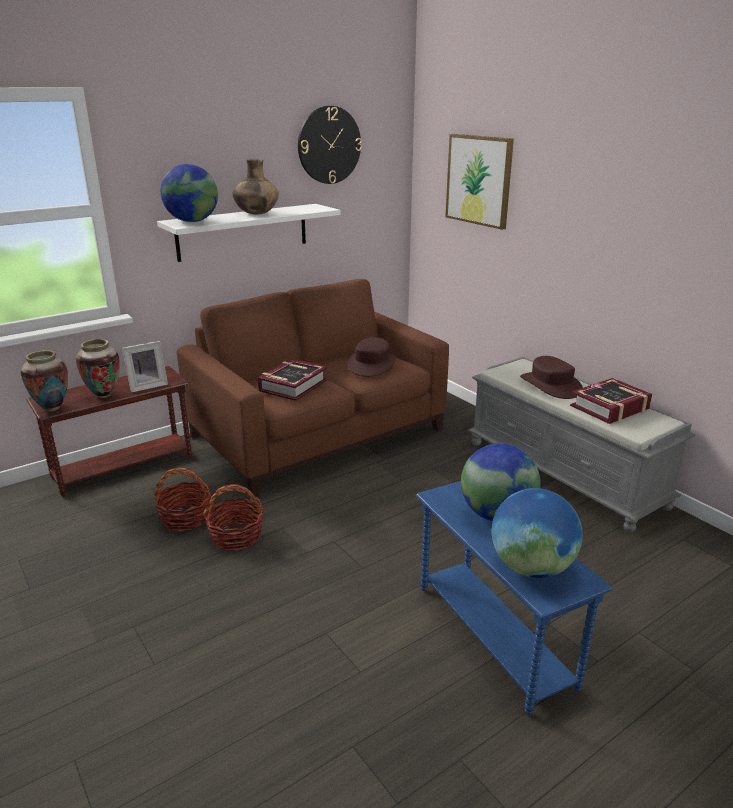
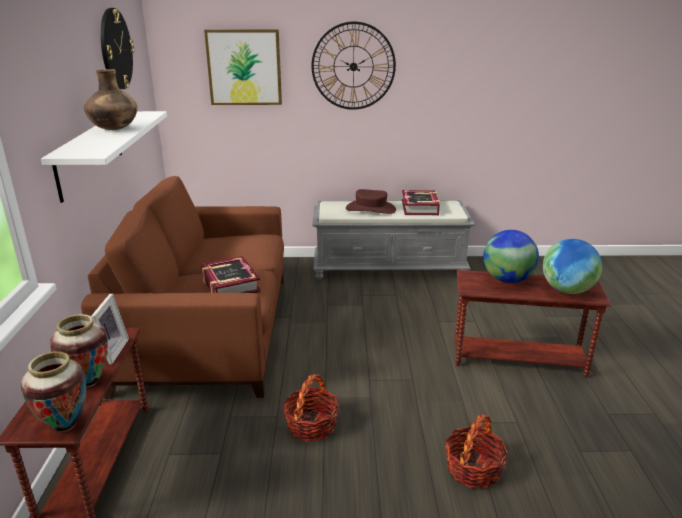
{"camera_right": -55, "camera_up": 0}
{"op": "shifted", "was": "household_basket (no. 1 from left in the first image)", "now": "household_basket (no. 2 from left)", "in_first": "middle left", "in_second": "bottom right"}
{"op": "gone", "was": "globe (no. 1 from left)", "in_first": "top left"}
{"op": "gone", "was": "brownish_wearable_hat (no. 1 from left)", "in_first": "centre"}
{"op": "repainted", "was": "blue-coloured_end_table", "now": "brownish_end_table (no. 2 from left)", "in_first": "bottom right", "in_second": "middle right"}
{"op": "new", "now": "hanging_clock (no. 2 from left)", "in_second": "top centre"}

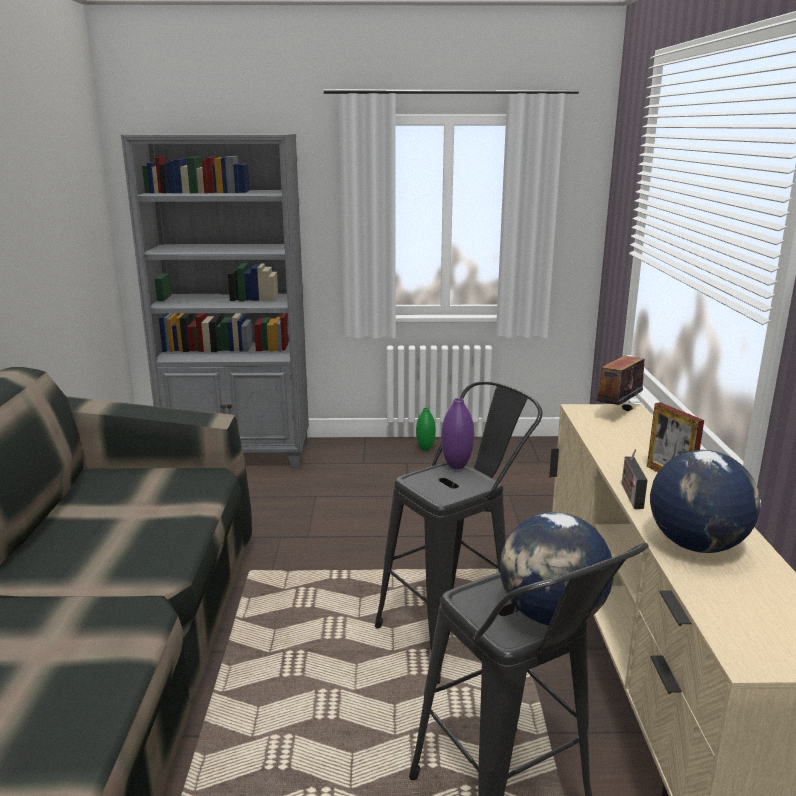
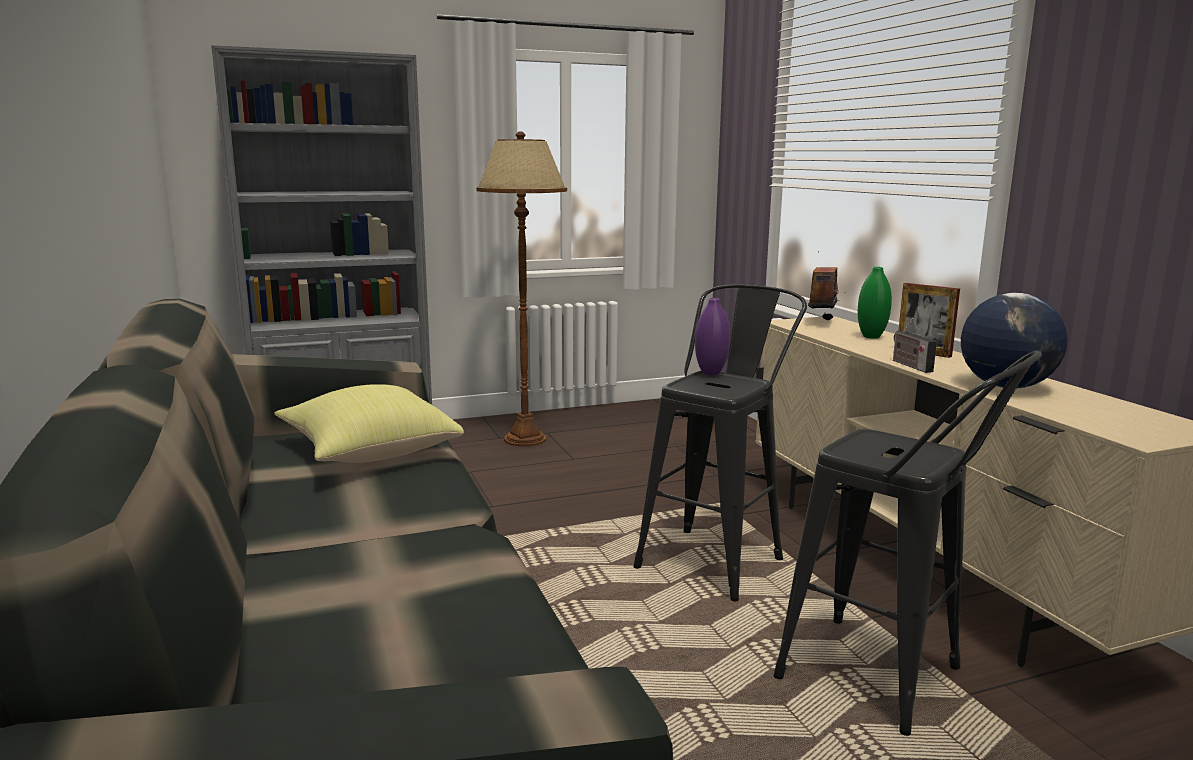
{"camera_right": -20, "camera_up": -5}
{"op": "shifted", "was": "green-coloured_flower_vase", "in_first": "centre", "in_second": "middle right"}
{"op": "gone", "was": "globe (no. 1 from left)", "in_first": "bottom right"}
{"op": "new", "now": "yellow-coloured_pillow", "in_second": "middle left"}
{"op": "new", "now": "brownish_floor_lamp", "in_second": "centre"}

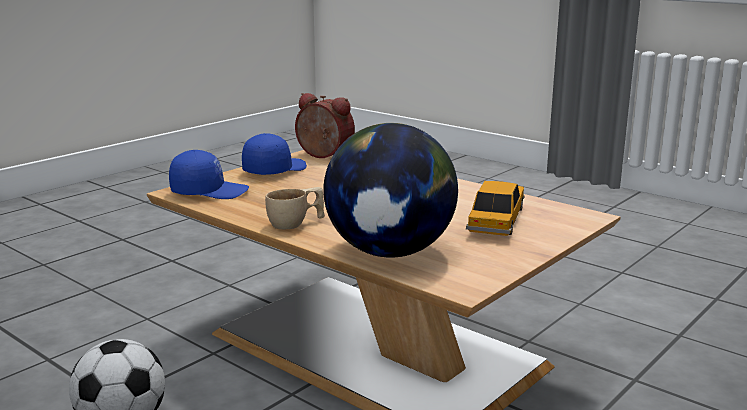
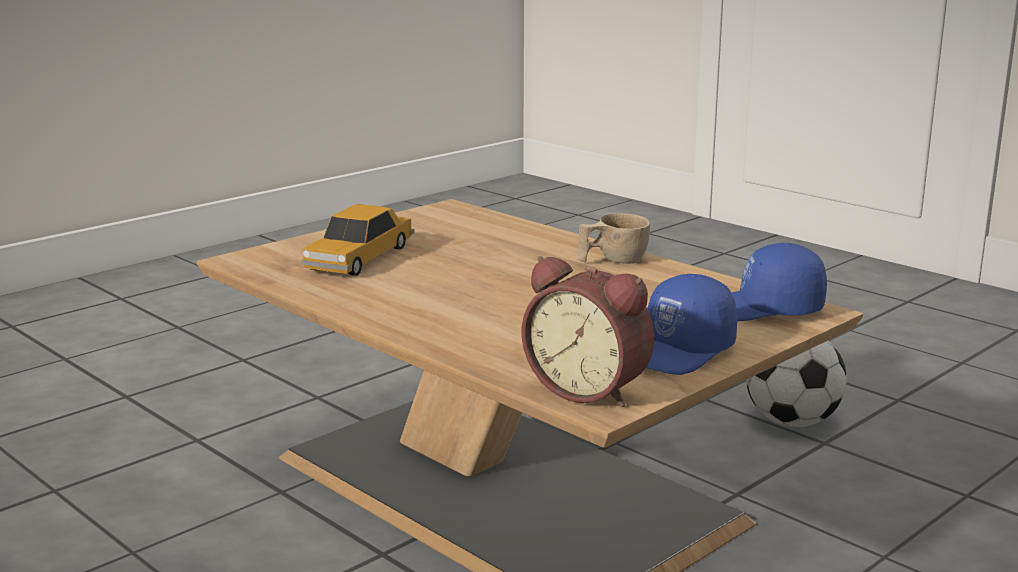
{"camera_right": -175, "camera_up": 0}
{"op": "gone", "was": "globe", "in_first": "centre"}

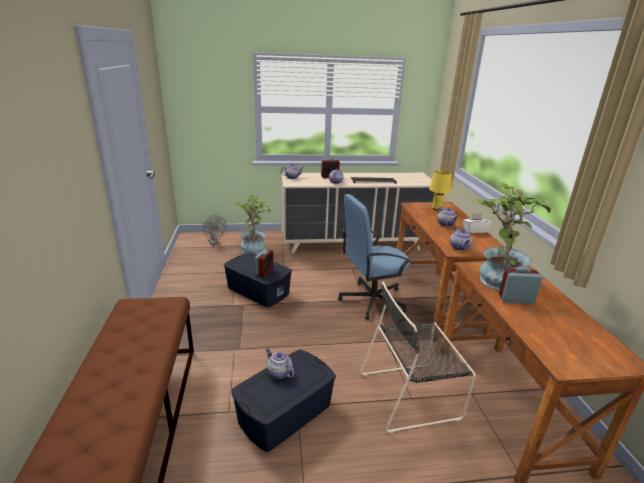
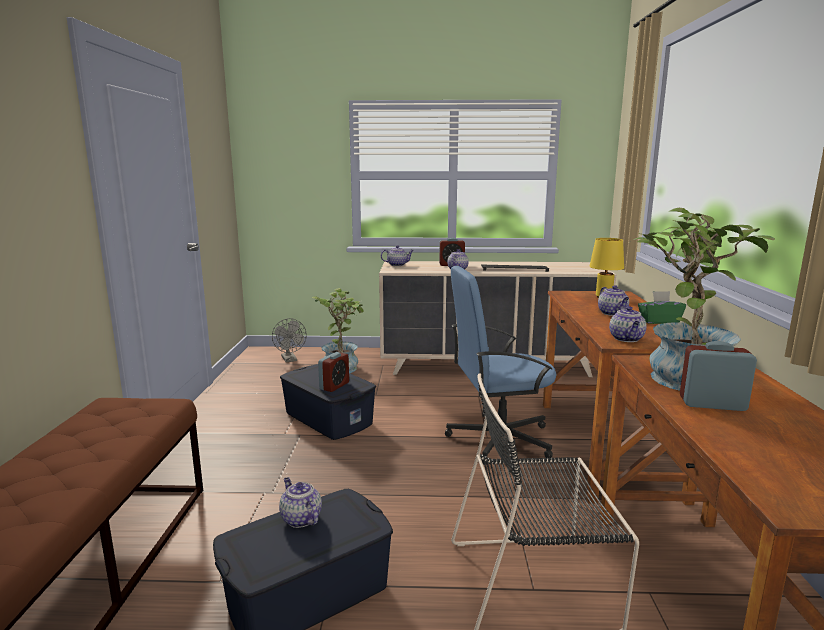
{"camera_right": 10, "camera_up": -10}
{"op": "repainted", "was": "whitish_tissue_box", "now": "green-coloured_tissue_box", "in_first": "middle right", "in_second": "middle right"}

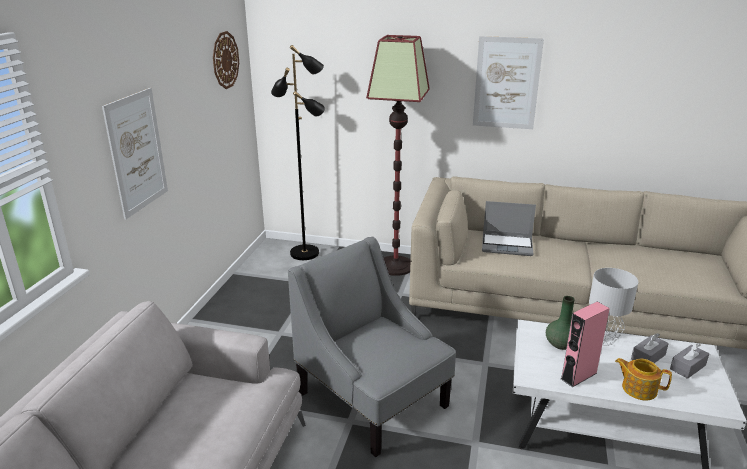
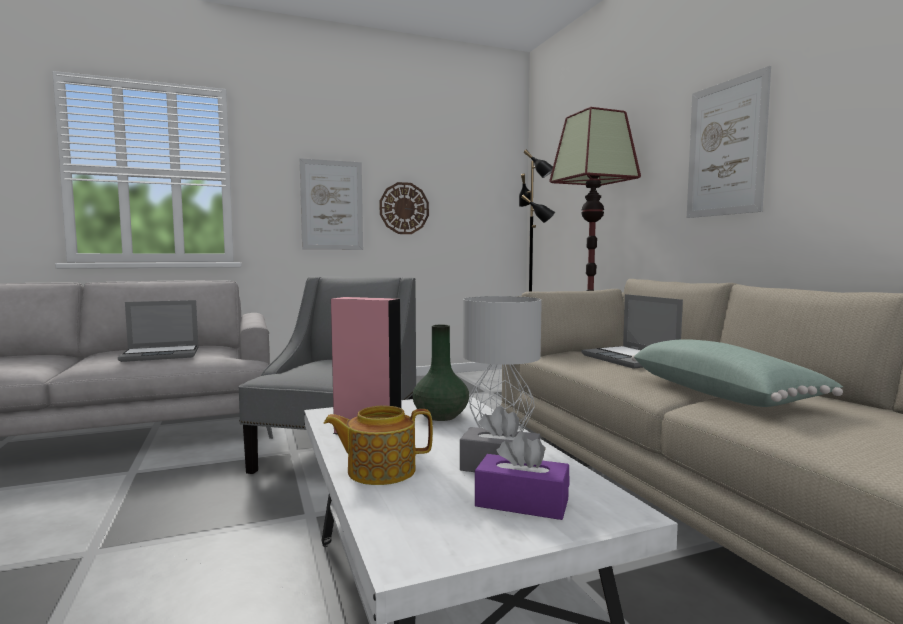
{"camera_right": 55, "camera_up": -20}
{"op": "shifted", "was": "hanging_clock", "in_first": "top left", "in_second": "centre"}
{"op": "rotated", "was": "pot_for_tea", "in_first": "bottom right", "in_second": "bottom centre", "clockwise": -90}
{"op": "repainted", "was": "gray_tissue_box (no. 2 from left)", "now": "purplish_tissue_box", "in_first": "bottom right", "in_second": "bottom centre"}
{"op": "new", "now": "notebook_computer (no. 1 from left)", "in_second": "middle left"}
{"op": "new", "now": "green-coloured_pillow", "in_second": "middle right"}

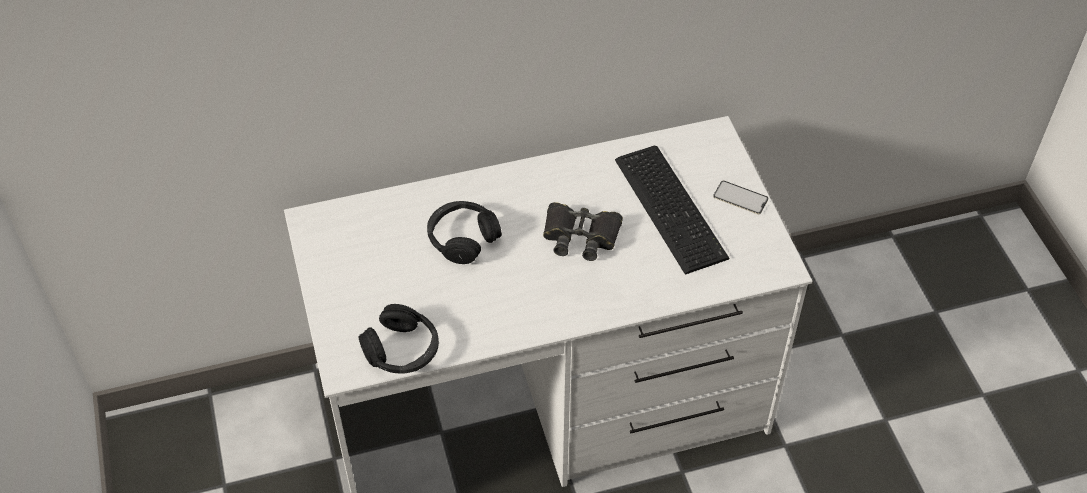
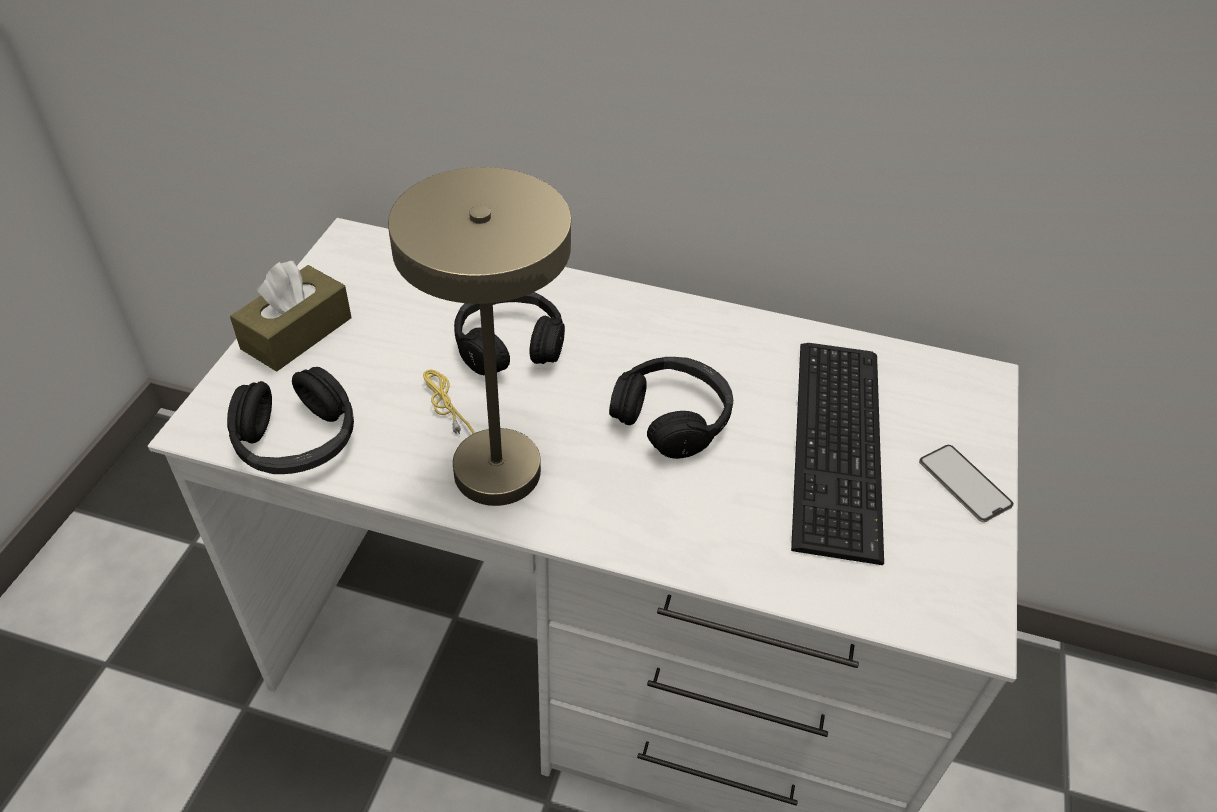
{"camera_right": 30, "camera_up": -5}
{"op": "swapped", "was": "black_field_glasses", "now": "black_headset (no. 3 from left)", "in_first": "centre", "in_second": "centre"}
{"op": "new", "now": "brownish_tissue_box", "in_second": "middle left"}
{"op": "new", "now": "beige-coloured_lamp_for_a_table", "in_second": "centre"}

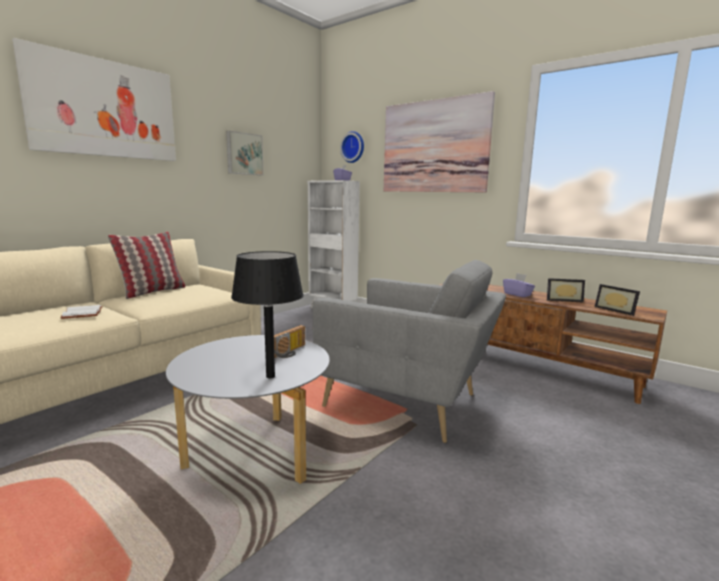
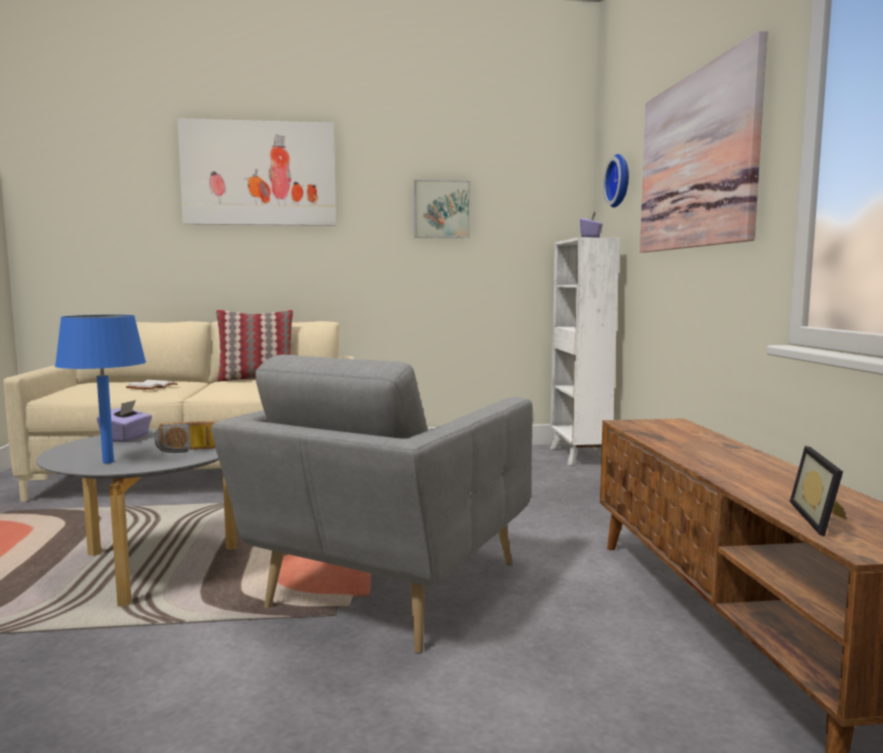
{"camera_right": 45, "camera_up": -5}
{"op": "repainted", "was": "black_lamp_for_a_table", "now": "blue-coloured_lamp_for_a_table", "in_first": "centre", "in_second": "middle left"}
{"op": "rotated", "was": "gray_easy_chair", "in_first": "centre", "in_second": "bottom centre", "clockwise": 45}
{"op": "shifted", "was": "purplish_tissue_box (no. 2 from left in the first image)", "now": "purplish_tissue_box (no. 1 from left)", "in_first": "middle right", "in_second": "middle left"}
{"op": "gone", "was": "standing_frame (no. 1 from left)", "in_first": "middle right"}

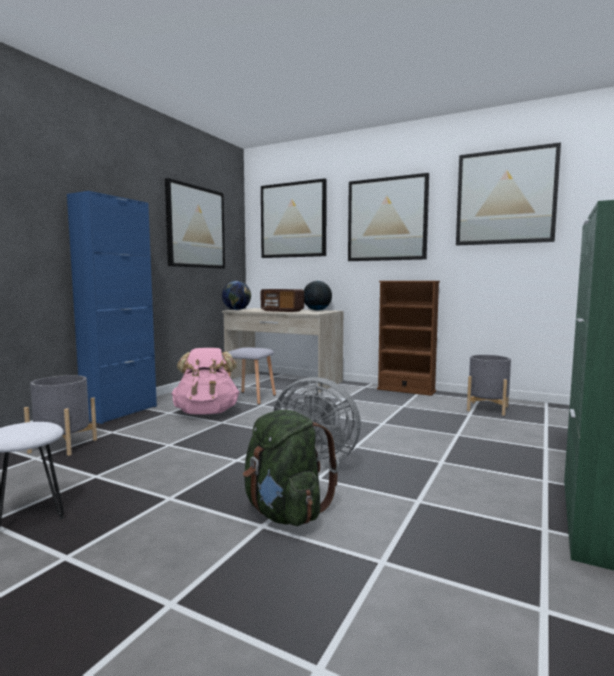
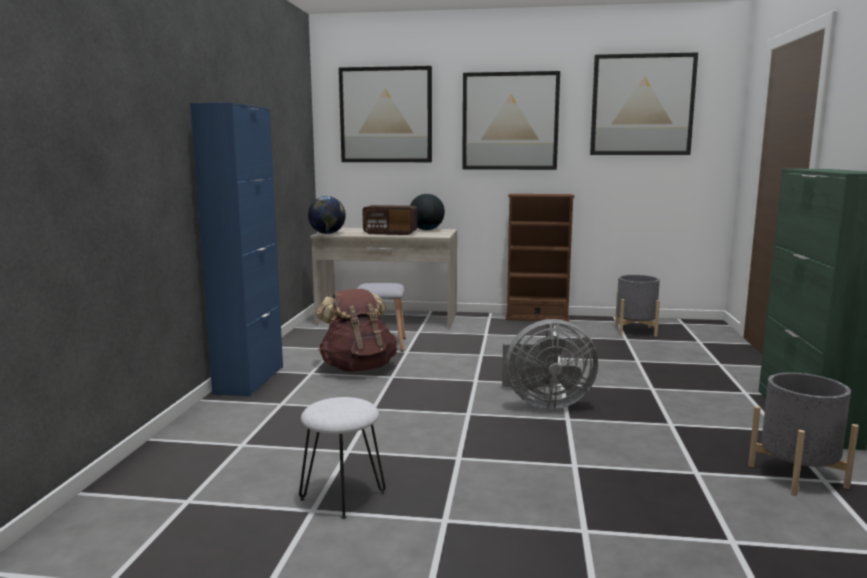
{"camera_right": -20, "camera_up": 5}
{"op": "shifted", "was": "gray_flower_pot (no. 1 from left in the first image)", "now": "gray_flower_pot (no. 2 from left)", "in_first": "middle left", "in_second": "bottom right"}
{"op": "gone", "was": "picture (no. 1 from left)", "in_first": "top left"}
{"op": "repainted", "was": "pink_backpack", "now": "brownish_backpack", "in_first": "centre", "in_second": "centre"}
{"op": "gone", "was": "green-coloured_backpack", "in_first": "bottom centre"}

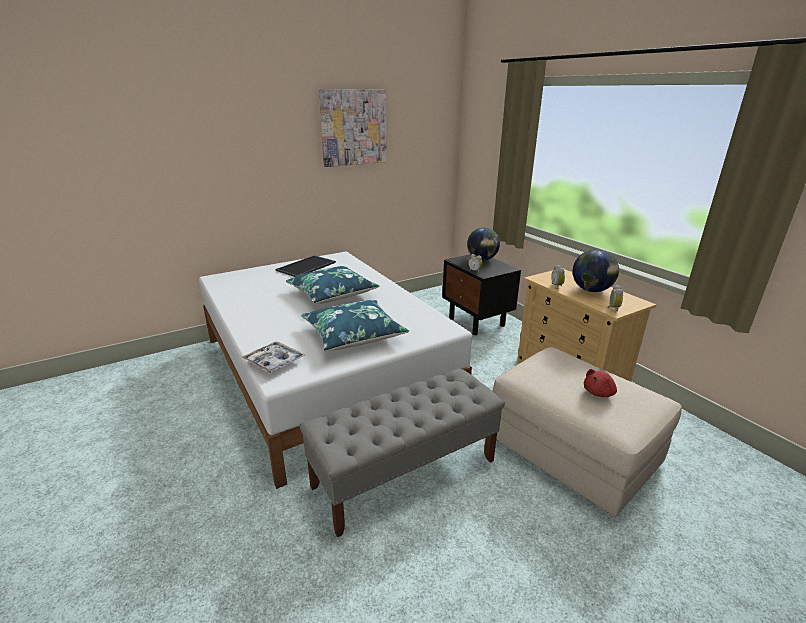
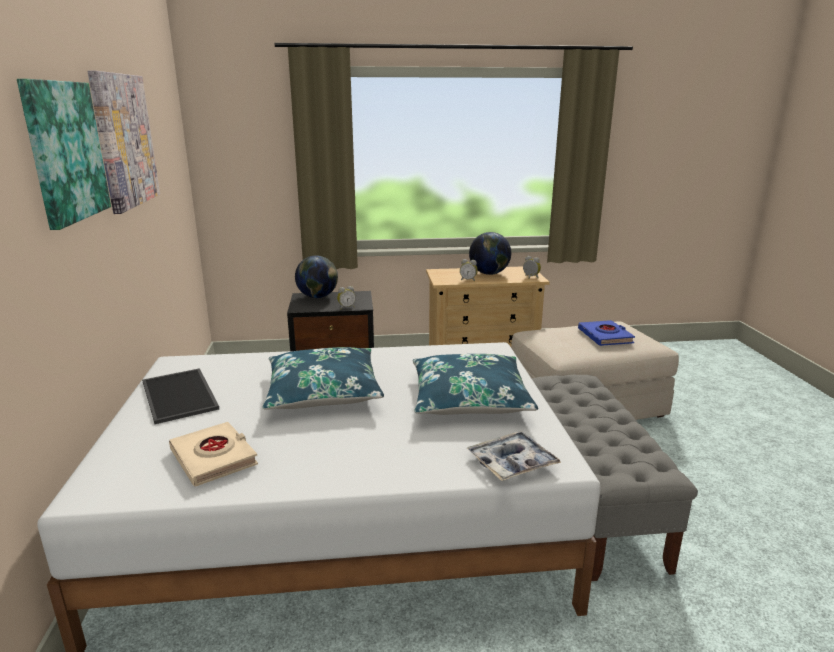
{"camera_right": -65, "camera_up": -5}
{"op": "swapped", "was": "red_cuddly_toy", "now": "blue-coloured_volume", "in_first": "middle right", "in_second": "middle right"}
{"op": "new", "now": "picture (no. 1 from left)", "in_second": "top left"}
{"op": "new", "now": "beige-coloured_volume", "in_second": "bottom left"}

